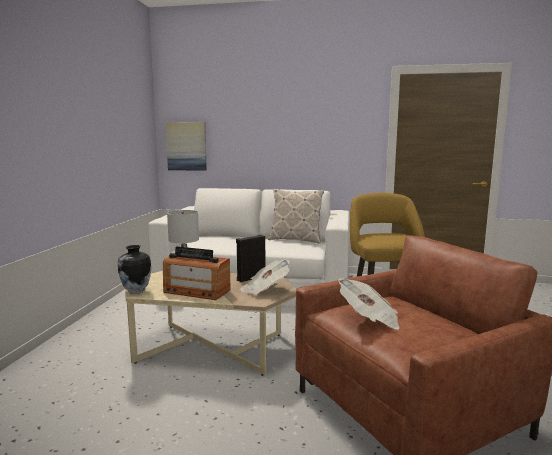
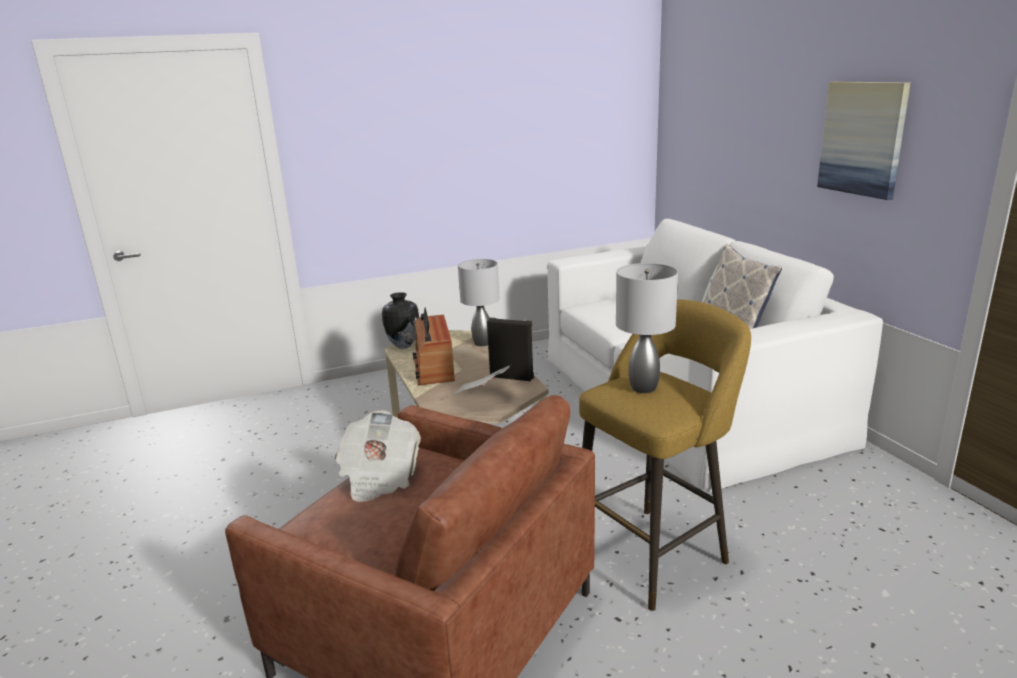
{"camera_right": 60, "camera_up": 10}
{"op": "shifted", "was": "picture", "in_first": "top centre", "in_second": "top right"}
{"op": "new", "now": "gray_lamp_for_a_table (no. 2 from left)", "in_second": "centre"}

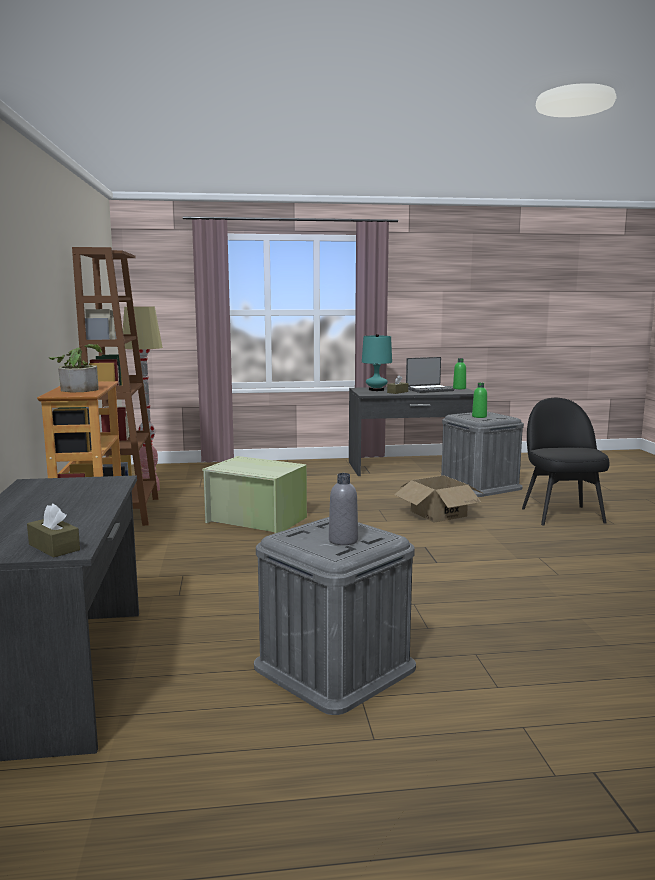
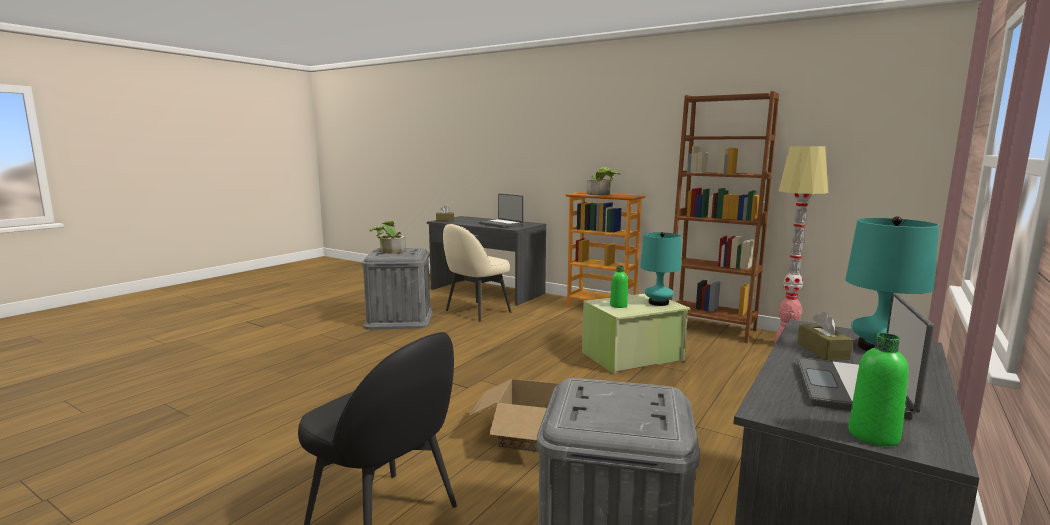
{"camera_right": 130, "camera_up": 0}
{"op": "swapped", "was": "gray_bottle", "now": "houseplant (no. 1 from left)", "in_first": "centre", "in_second": "centre"}
{"op": "shifted", "was": "green-coloured_bottle (no. 2 from left in the first image)", "now": "green-coloured_bottle (no. 1 from left)", "in_first": "middle right", "in_second": "centre"}
{"op": "new", "now": "beige-coloured_chair", "in_second": "centre"}
{"op": "new", "now": "notebook_computer (no. 1 from left)", "in_second": "centre"}
{"op": "new", "now": "turquoise_lamp_for_a_table (no. 1 from left)", "in_second": "centre"}

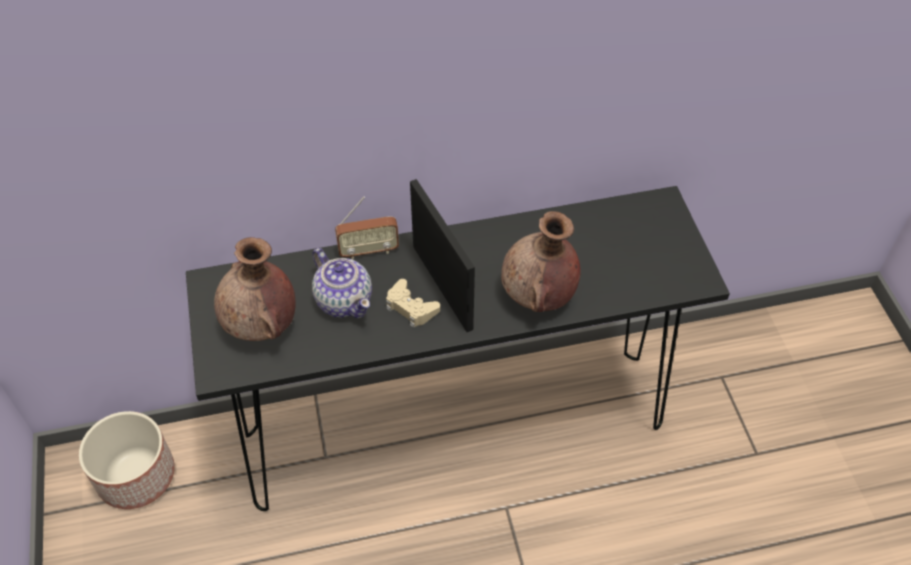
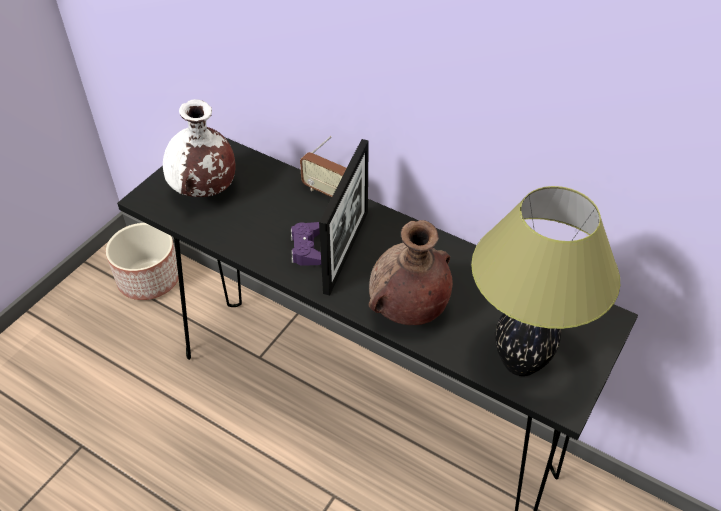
{"camera_right": 45, "camera_up": -5}
{"op": "repainted", "was": "brownish_flower_vase (no. 1 from left)", "now": "whitish_flower_vase", "in_first": "middle left", "in_second": "top left"}
{"op": "gone", "was": "pot_for_tea", "in_first": "centre"}
{"op": "repainted", "was": "beige-coloured_game_controller", "now": "purplish_game_controller", "in_first": "centre", "in_second": "centre"}
{"op": "new", "now": "lamp_for_a_table", "in_second": "middle right"}

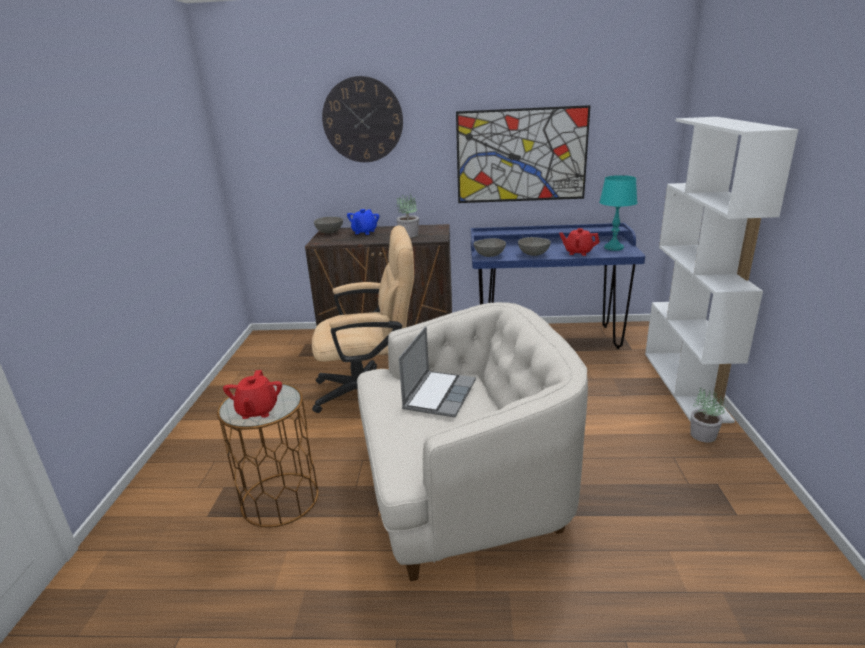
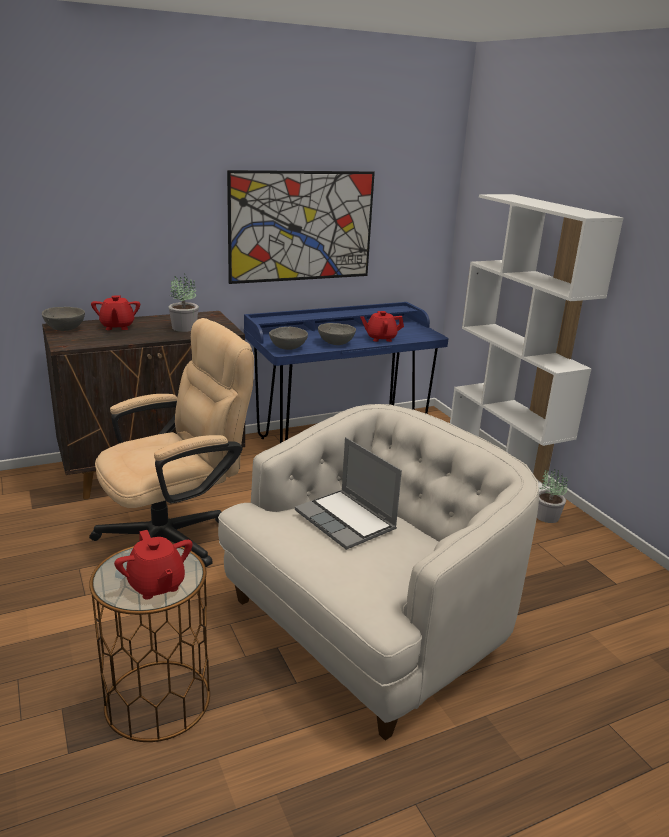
{"camera_right": -30, "camera_up": 0}
{"op": "gone", "was": "hanging_clock", "in_first": "top centre"}
{"op": "repainted", "was": "blue-coloured_pot_for_tea", "now": "red_pot_for_tea (no. 1 from left)", "in_first": "centre", "in_second": "middle left"}
{"op": "rotated", "was": "notebook_computer", "in_first": "centre", "in_second": "centre", "clockwise": 150}
{"op": "gone", "was": "turquoise_lamp_for_a_table", "in_first": "top right"}

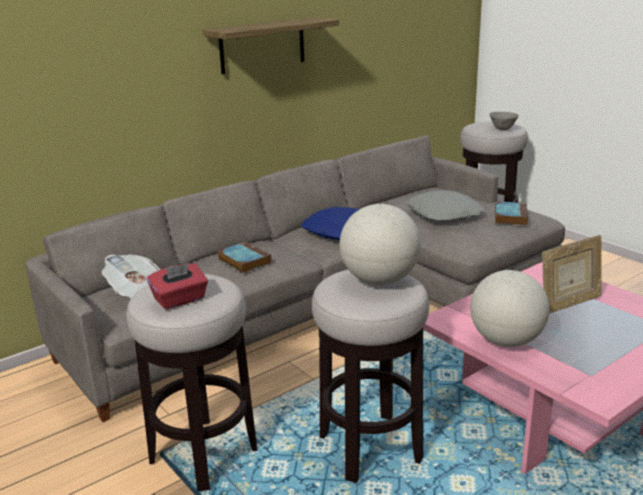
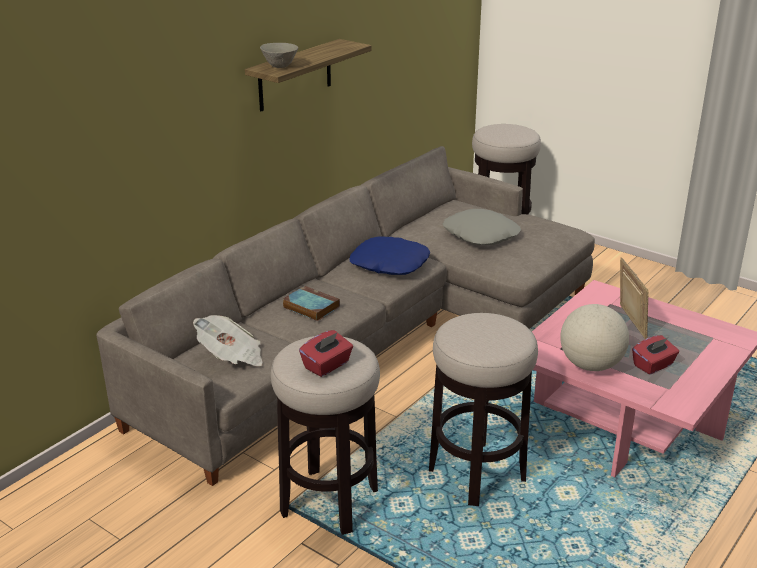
{"camera_right": -15, "camera_up": 5}
{"op": "gone", "was": "globe (no. 1 from left)", "in_first": "centre"}
{"op": "shifted", "was": "gray_serving_bowl", "in_first": "top right", "in_second": "top centre"}
{"op": "gone", "was": "volume (no. 2 from left)", "in_first": "middle right"}
{"op": "rotated", "was": "standing_frame", "in_first": "middle right", "in_second": "middle right", "clockwise": -60}
{"op": "new", "now": "red_tissue_box (no. 2 from left)", "in_second": "middle right"}

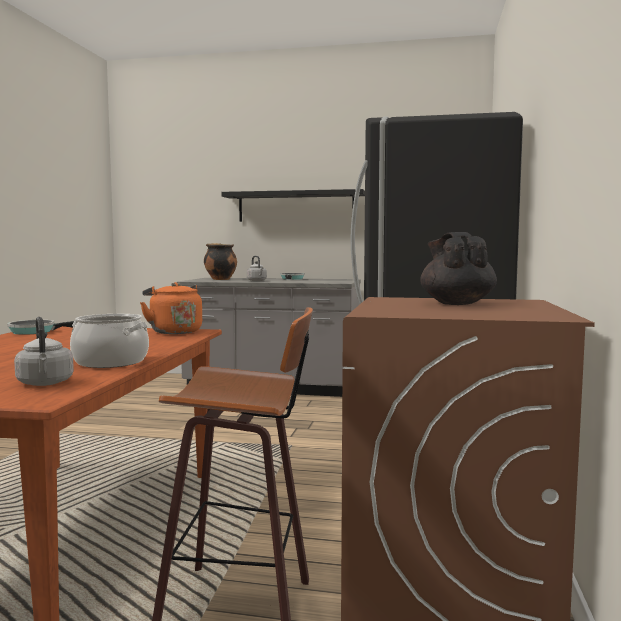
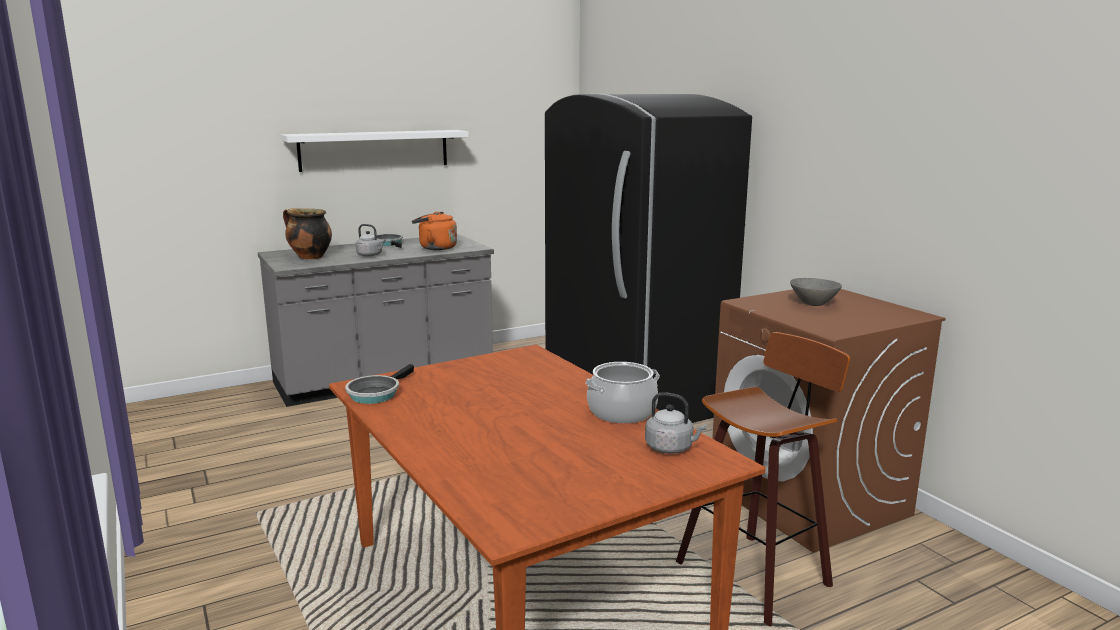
{"camera_right": -40, "camera_up": 10}
{"op": "shifted", "was": "orange_tea_kettle", "in_first": "middle left", "in_second": "centre"}
{"op": "repainted", "was": "black_shelf", "now": "whitish_shelf", "in_first": "top centre", "in_second": "top centre"}
{"op": "swapped", "was": "black_pot_for_tea", "now": "gray_serving_bowl", "in_first": "middle right", "in_second": "middle right"}

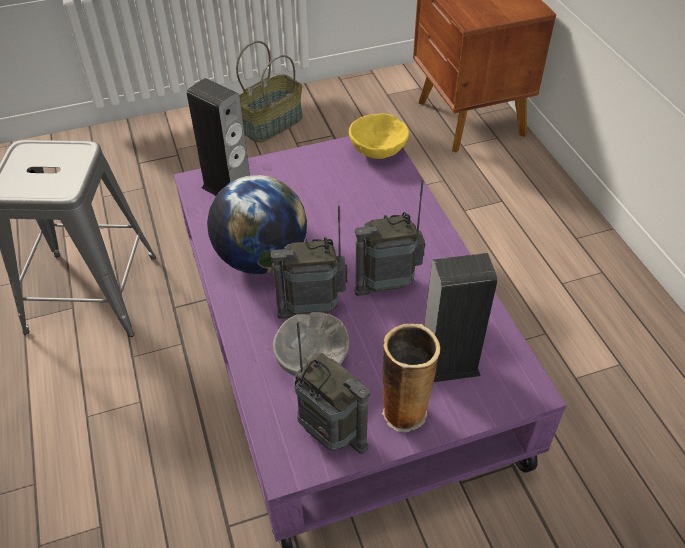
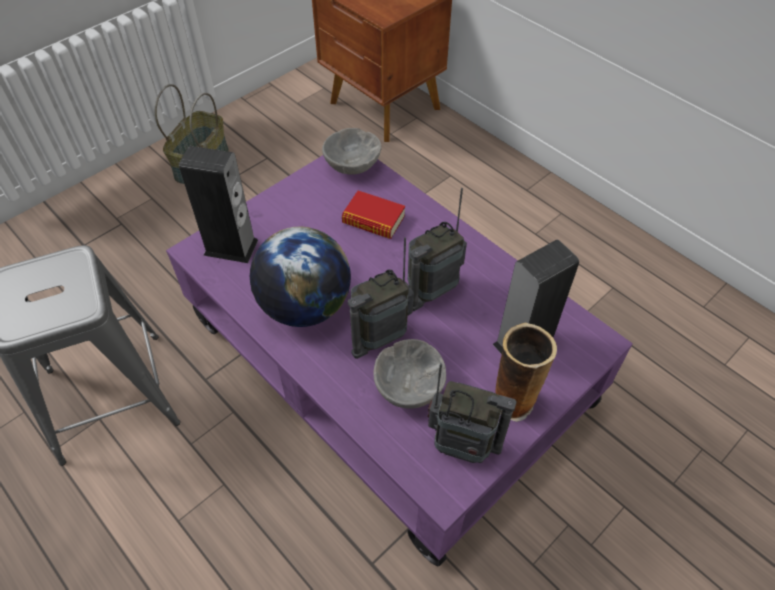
{"camera_right": -25, "camera_up": 5}
{"op": "repainted", "was": "yellow-coloured_serving_bowl", "now": "gray_serving_bowl (no. 1 from left)", "in_first": "top centre", "in_second": "top centre"}
{"op": "new", "now": "volume", "in_second": "centre"}

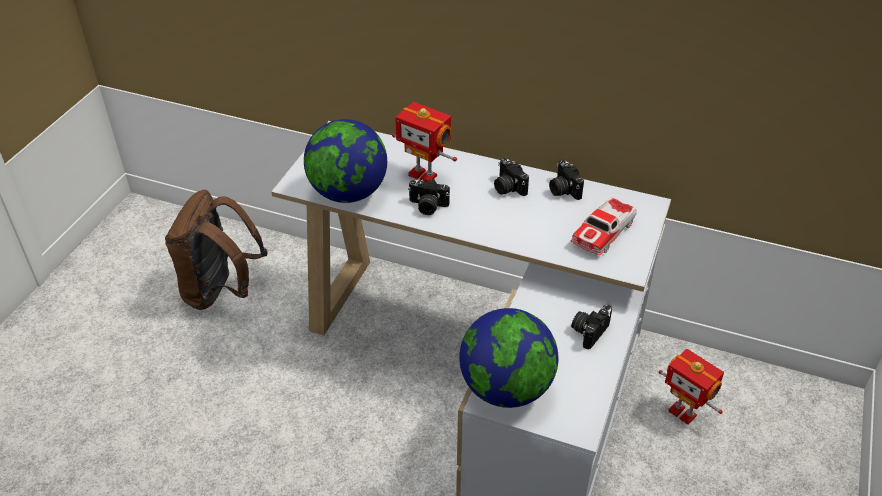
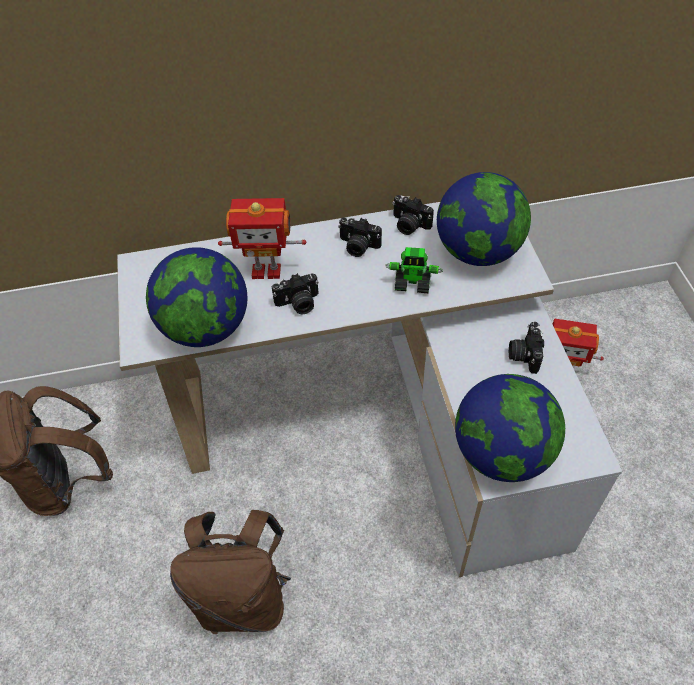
{"camera_right": -30, "camera_up": 10}
{"op": "swapped", "was": "model_car", "now": "globe (no. 2 from left)", "in_first": "middle right", "in_second": "top right"}
{"op": "new", "now": "brownish_backpack (no. 2 from left)", "in_second": "bottom left"}
{"op": "new", "now": "toy_robot (no. 2 from left)", "in_second": "centre"}

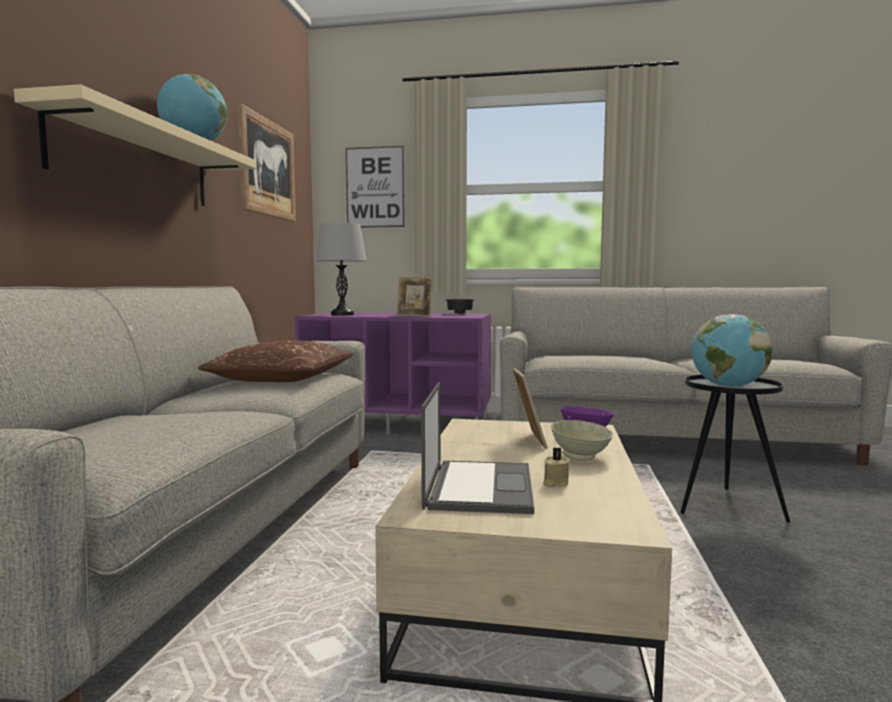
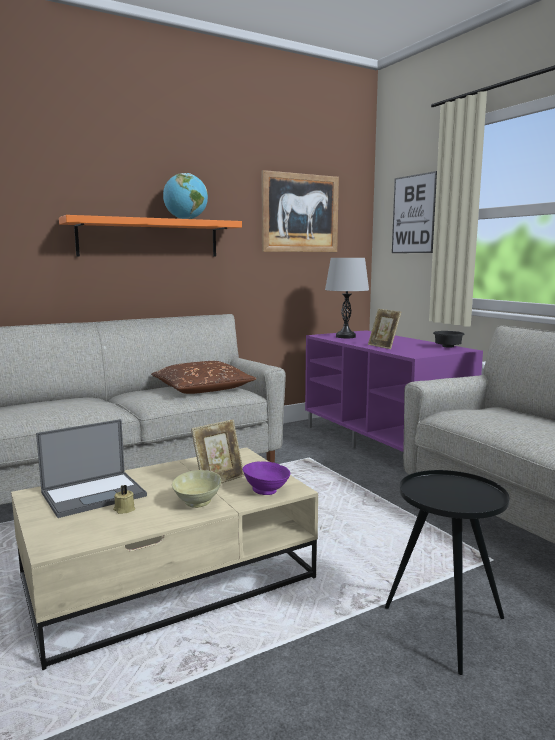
{"camera_right": 50, "camera_up": 5}
{"op": "repainted", "was": "beige-coloured_shelf", "now": "orange_shelf", "in_first": "top left", "in_second": "top left"}
{"op": "gone", "was": "globe (no. 2 from left)", "in_first": "middle right"}

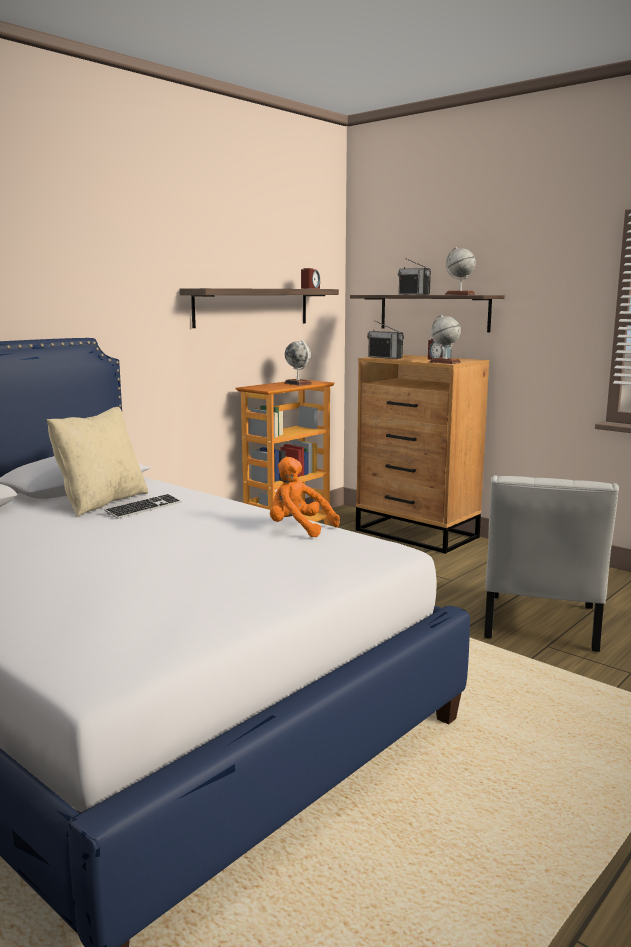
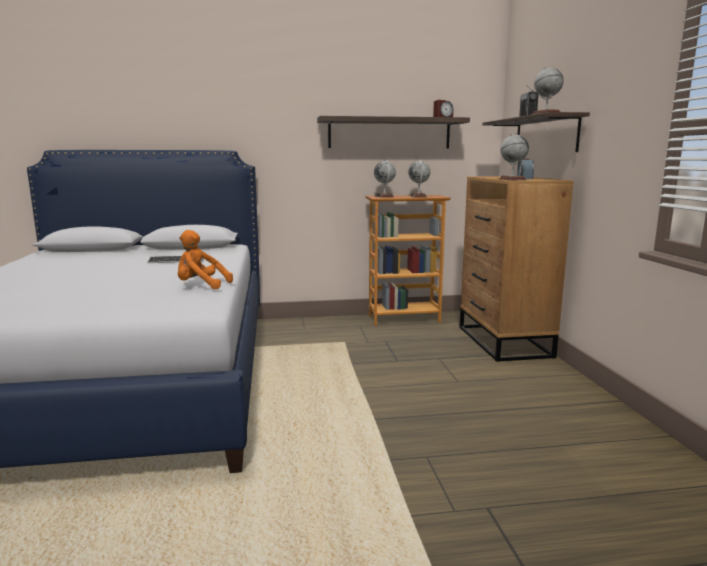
{"camera_right": 40, "camera_up": 0}
{"op": "gone", "was": "beige-coloured_pillow", "in_first": "middle left"}
{"op": "rotated", "was": "orange_cuddly_toy", "in_first": "centre", "in_second": "middle left", "clockwise": -60}
{"op": "gone", "was": "radio (no. 1 from left)", "in_first": "centre"}
{"op": "gone", "was": "whitish_chair", "in_first": "middle right"}
{"op": "new", "now": "globe (no. 1 from left)", "in_second": "top centre"}

